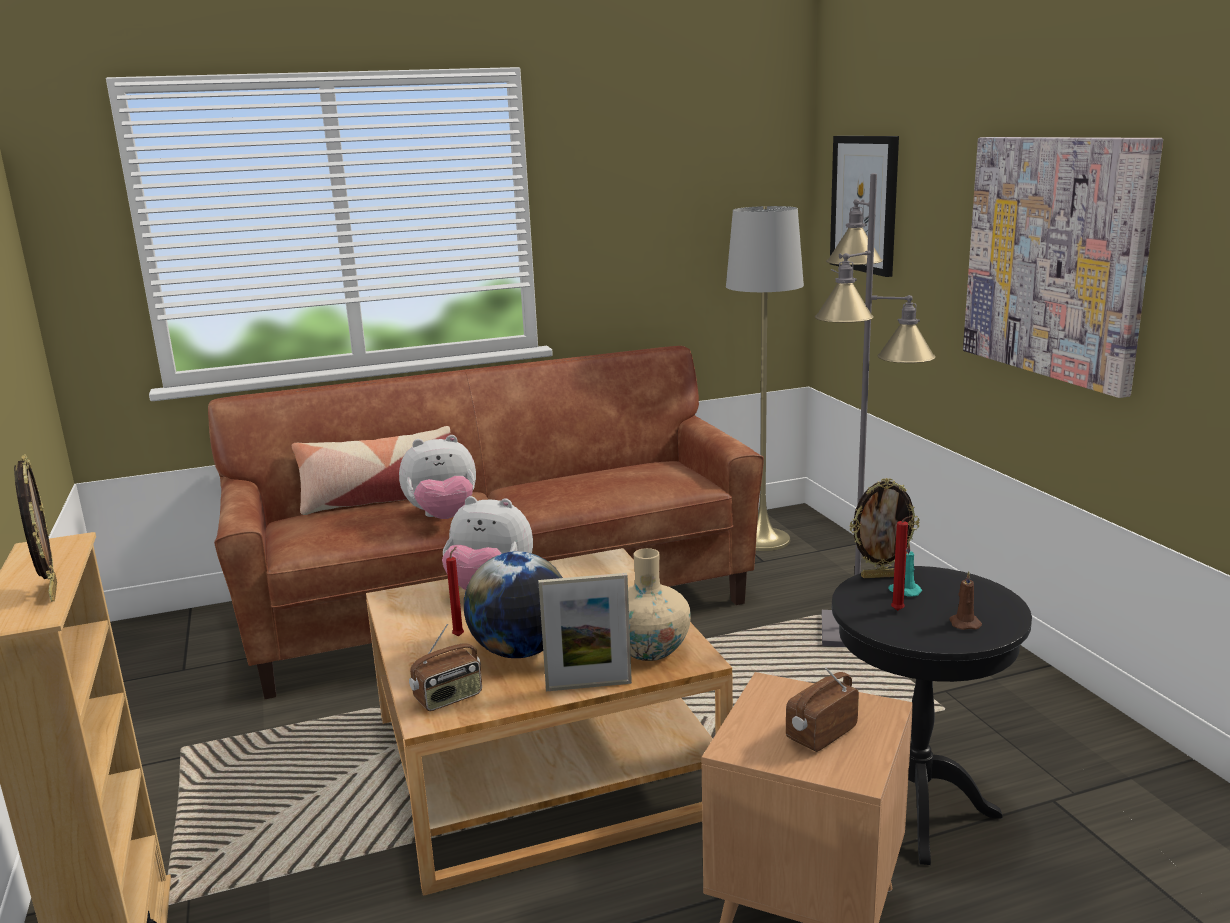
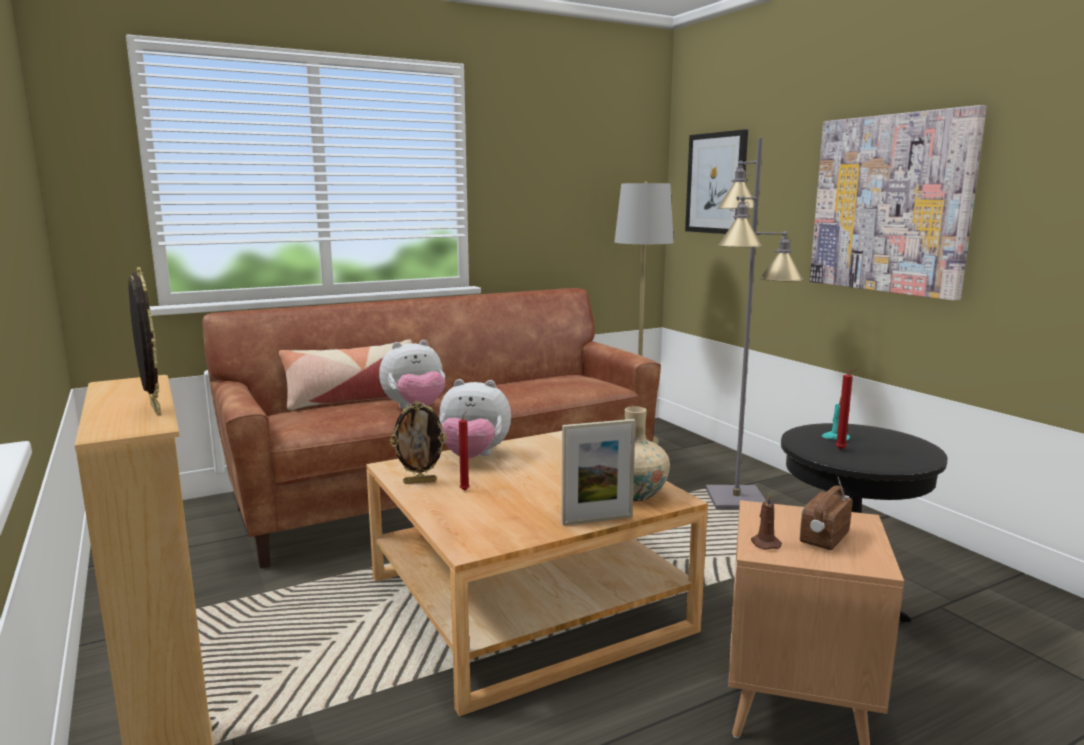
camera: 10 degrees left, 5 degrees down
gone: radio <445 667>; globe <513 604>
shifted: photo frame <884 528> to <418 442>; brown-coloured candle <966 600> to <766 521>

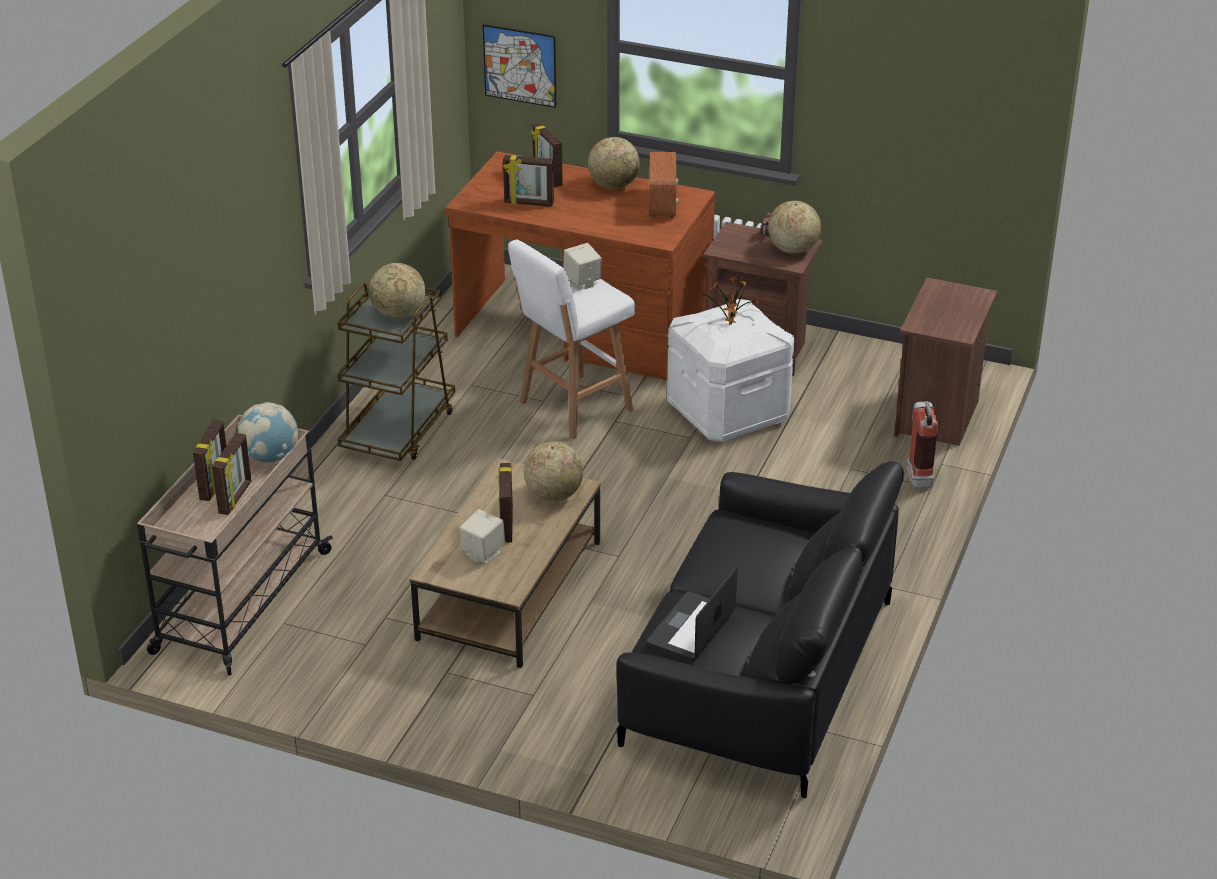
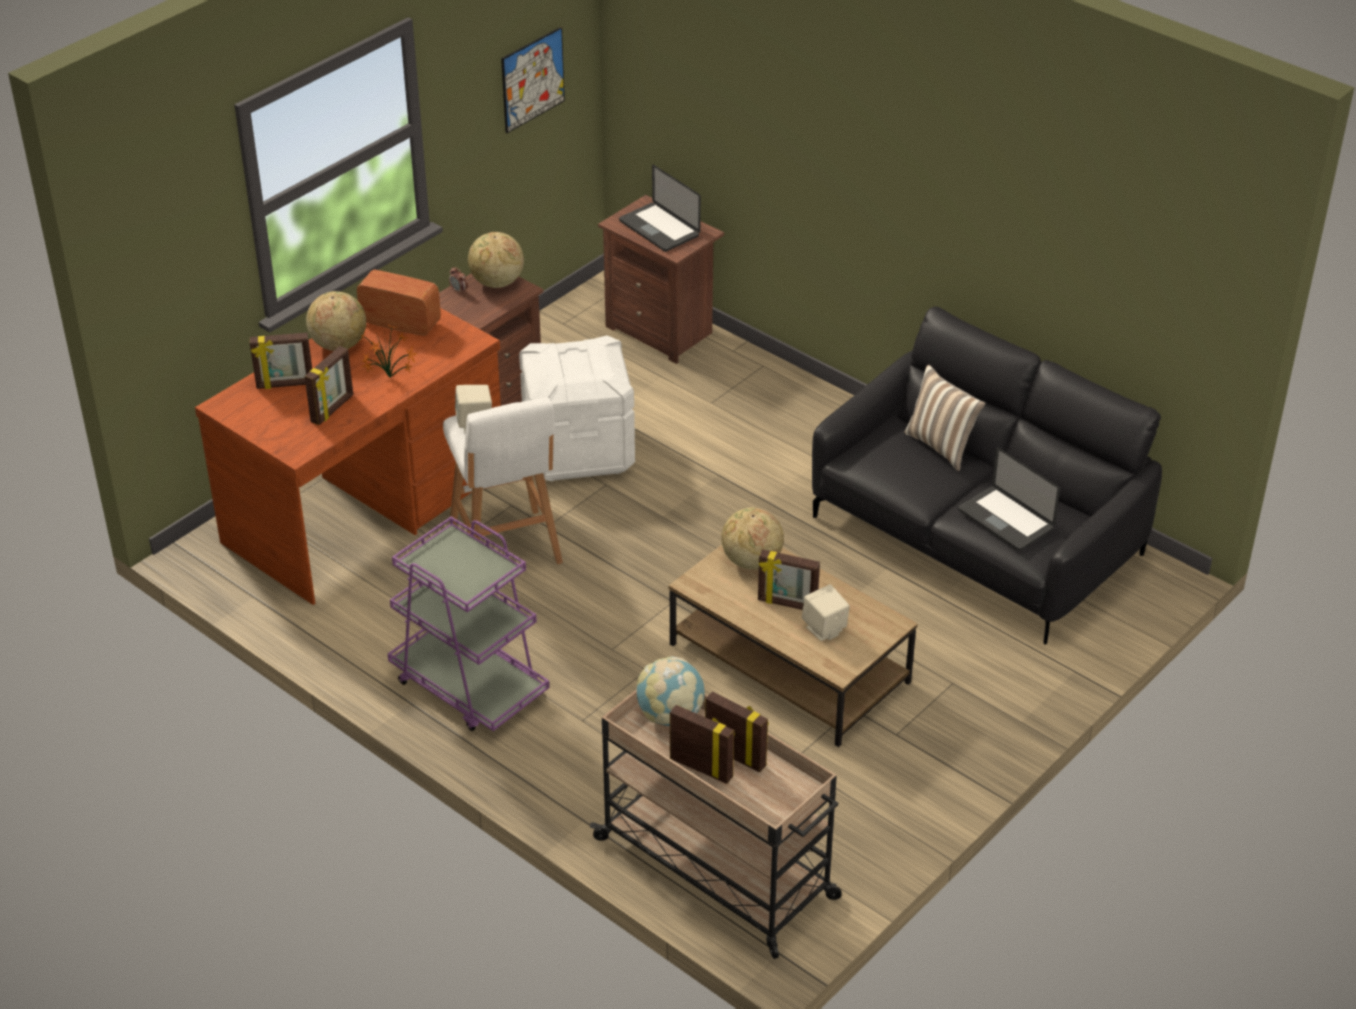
camera: 70 degrees left, 5 degrees up
gone: globe <397 291>; extinguisher <922 445>
new: laptop <660 208>; cushion <945 418>
shifted: picture <519 66> to <533 80>; houseplant <729 300> to <389 351>
repainted: brown-coloured trolley <396 371> to purple-coloured trolley <468 623>

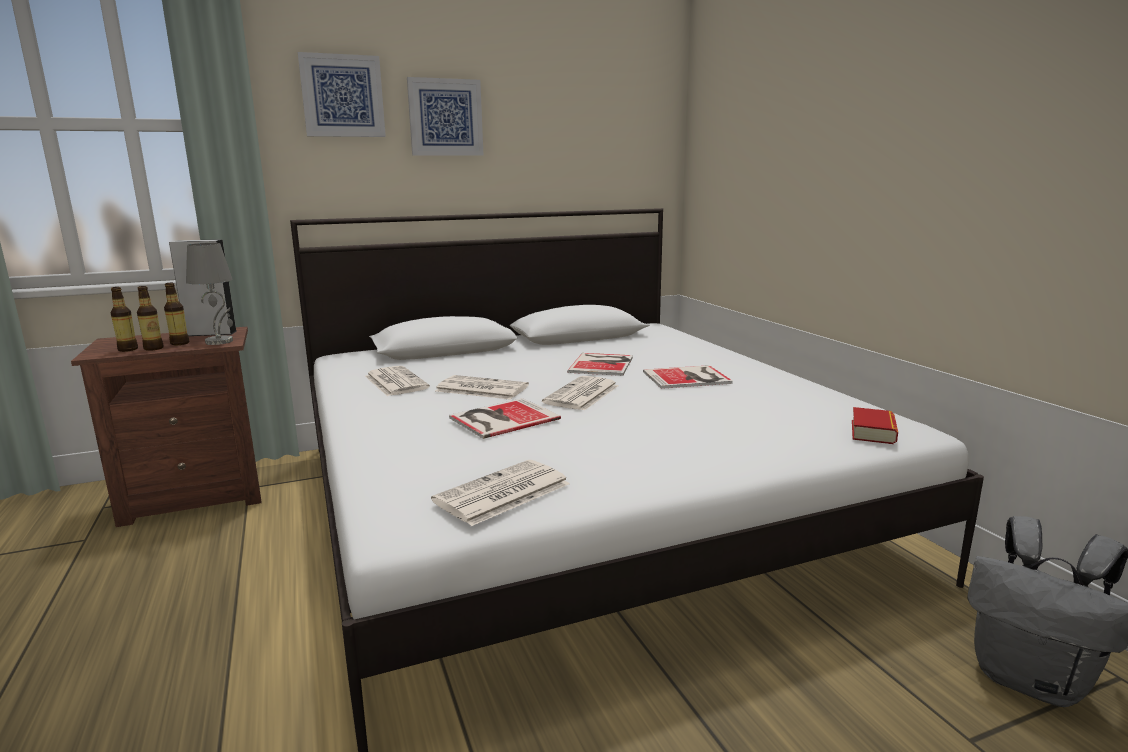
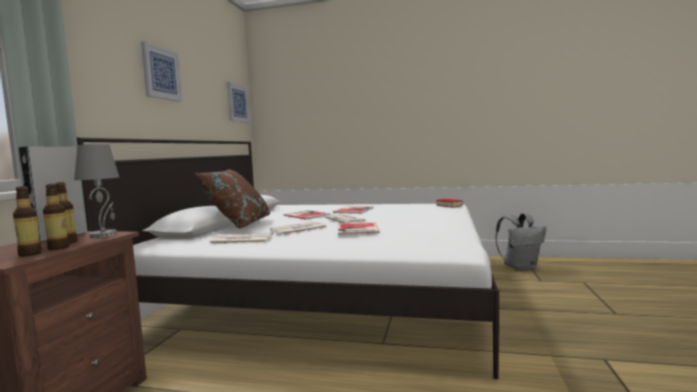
camera: 55 degrees left, 10 degrees down
gone: daily paper <500 493>
new: brown-coloured cushion <232 198>
shifted: picture <342 94> to <238 102>

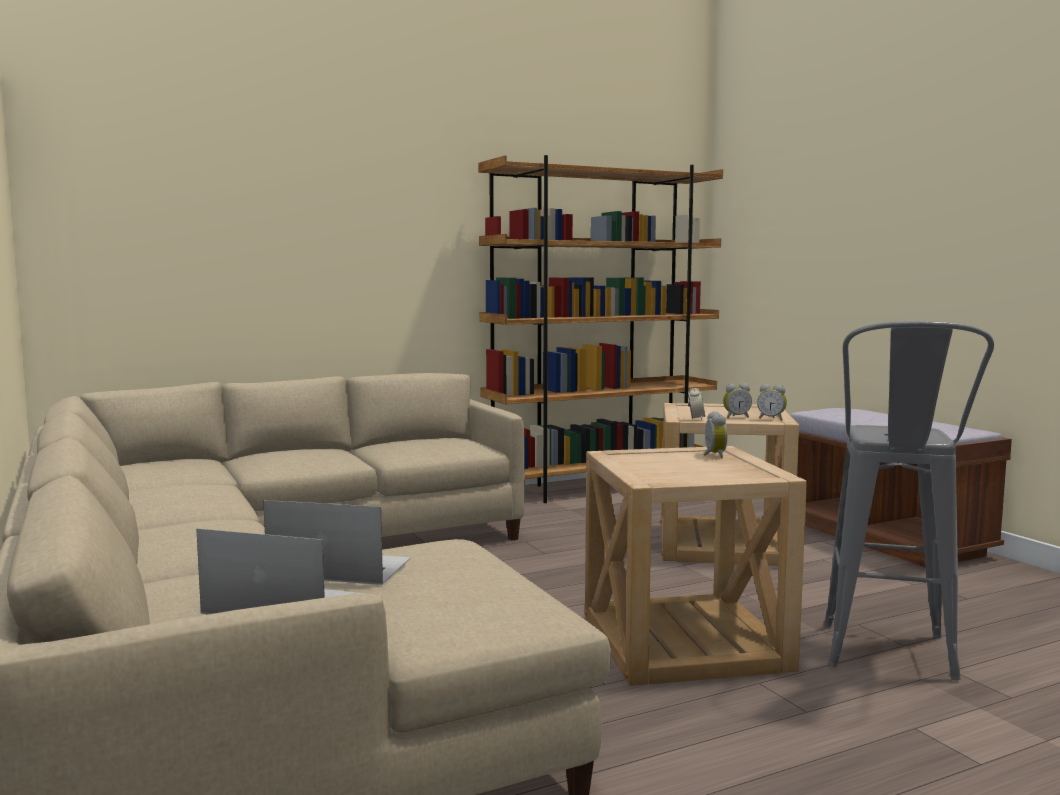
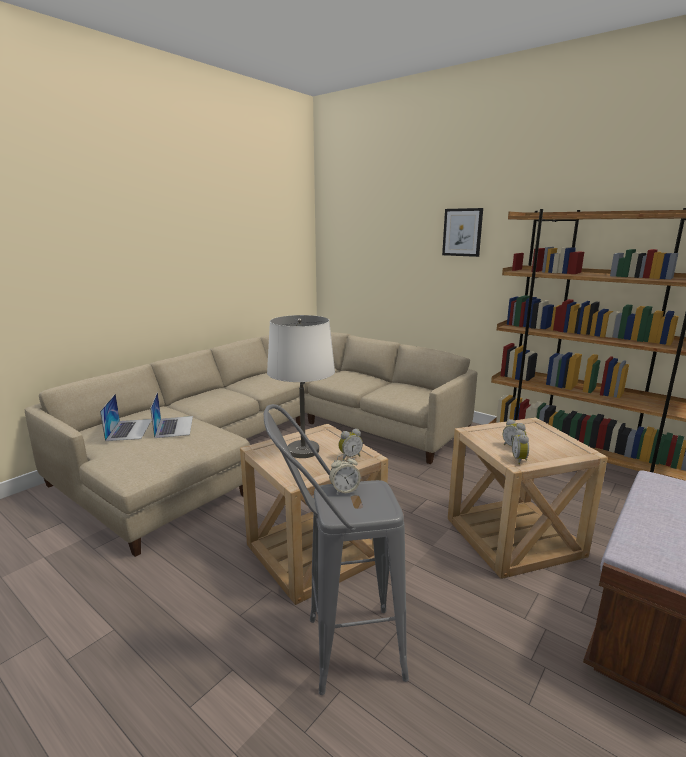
camera: 65 degrees right, 10 degrees up
new: white-coloured tabletop lamp <301 386>; picture <462 232>
shifted: bedside clock <696 401> to <345 474>

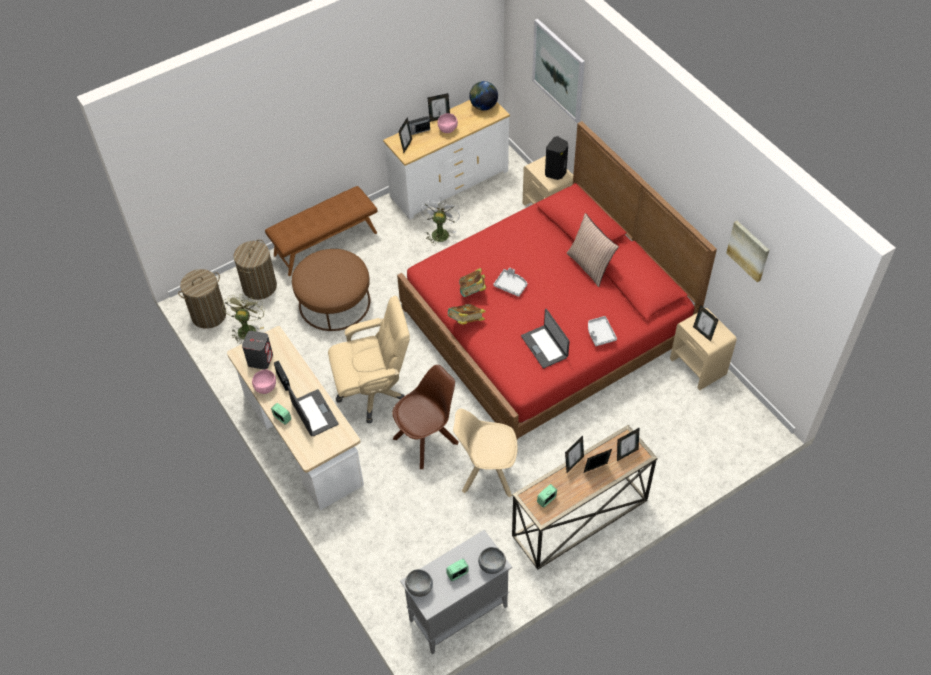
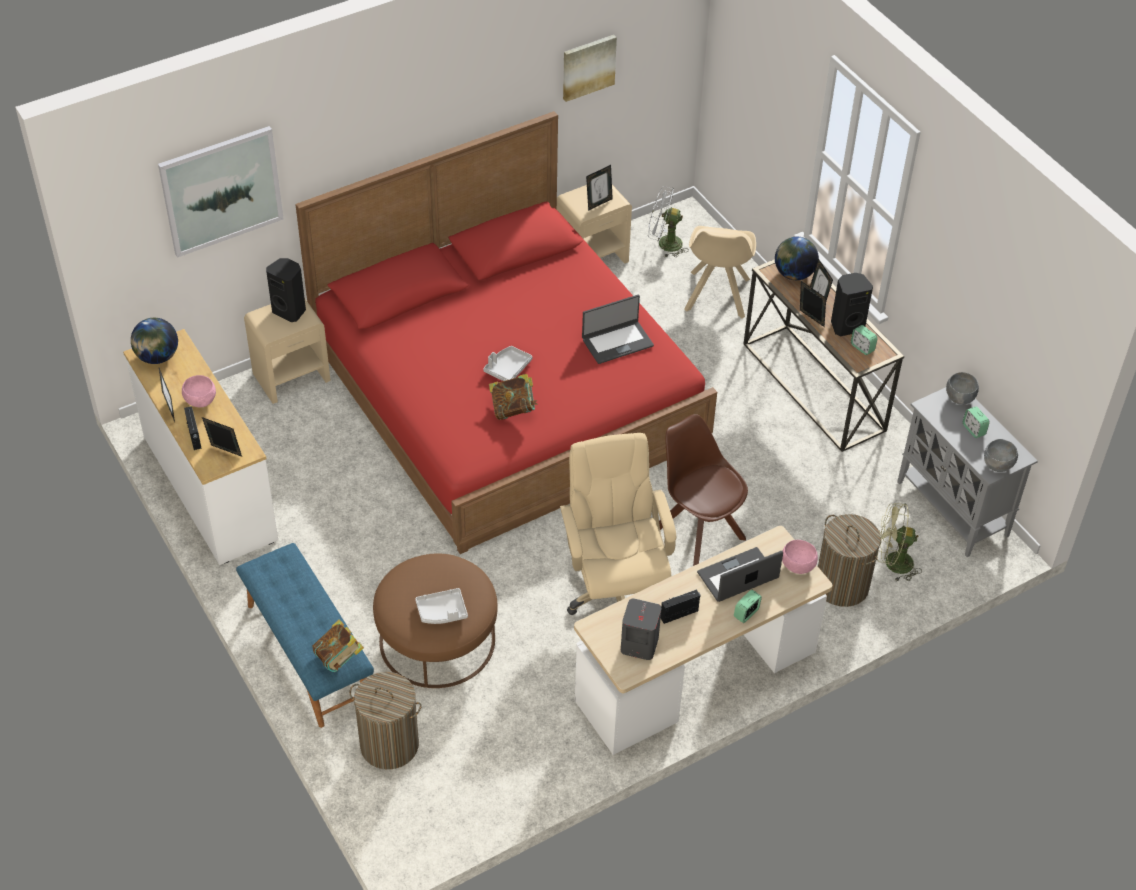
camera: 90 degrees left, 5 degrees down
gone: cushion <593 250>
new: black-coloured audio speaker <852 304>
shifted: hamper <202 299> to <849 560>; green-coloured electric fan <243 319> to <899 542>; pink serving bowl <264 382> to <800 557>; white-coloured electric fan <440 221> to <668 221>; bound book <466 314> to <338 645>; beige-coloured upright chair <485 453> to <720 272>; greyish carrying tray <602 331> to <441 606>
swapped: photo frame <628 444> to globe <797 258>
repainted: brown-coloured indoor bench <321 231> to blue indoor bench <305 635>

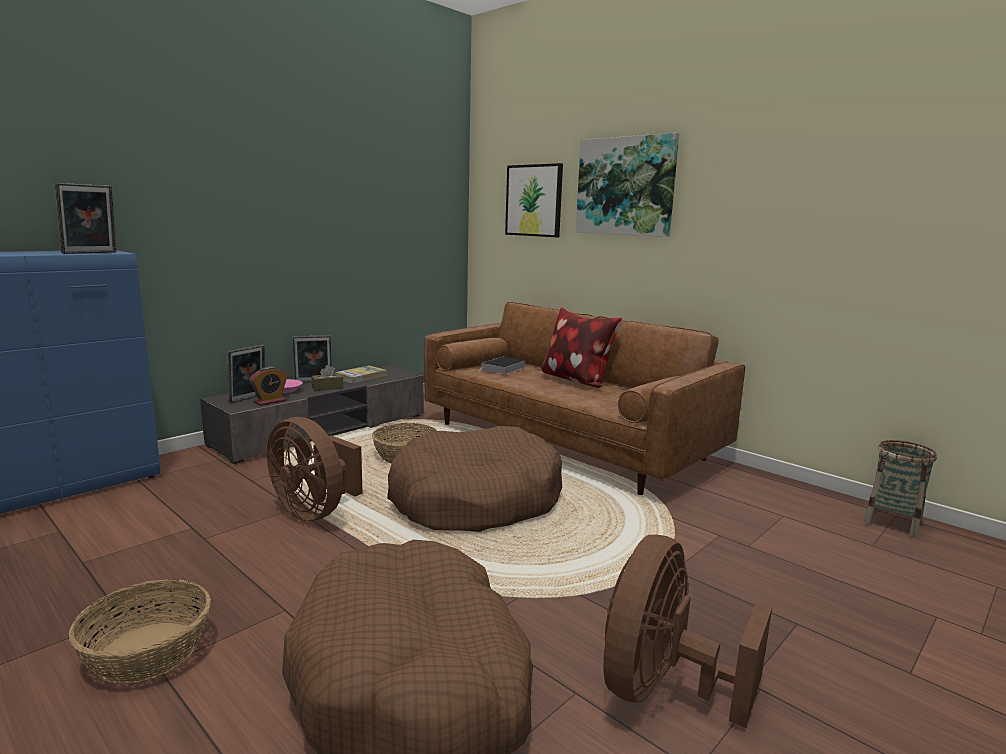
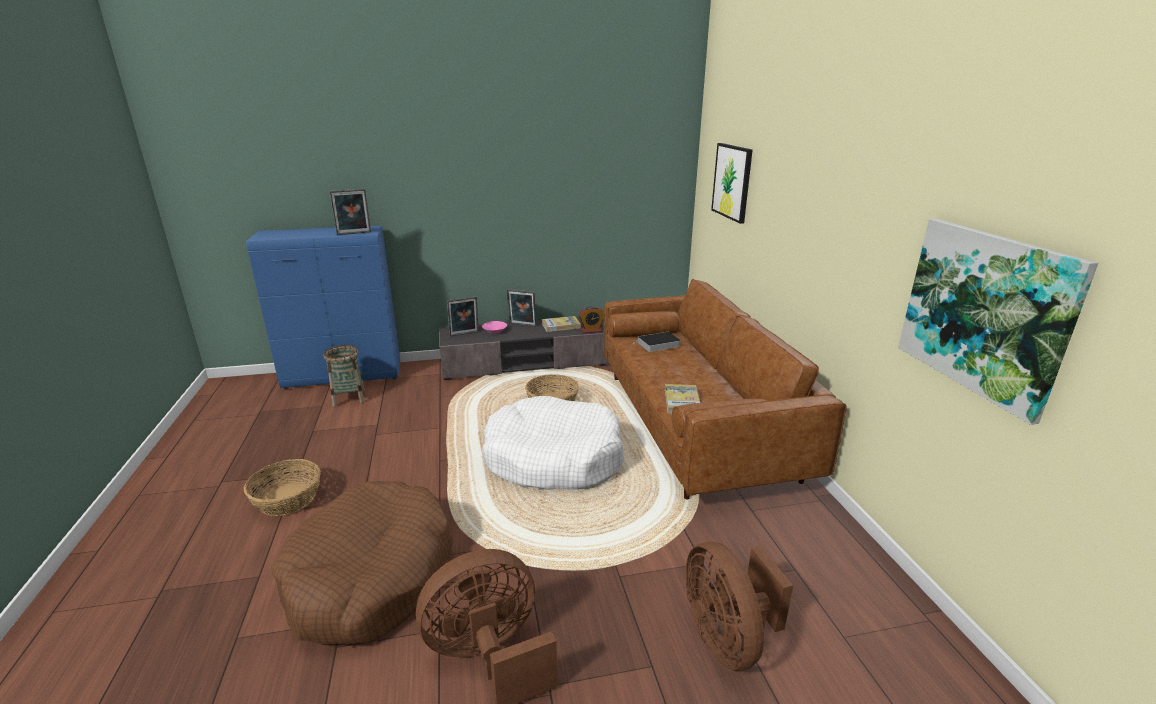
camera: 35 degrees right, 10 degrees up
gone: brown-coloured tissue box <327 378>; cushion <582 347>
new: bound book <682 399>
shifted: bedside clock <268 386> to <591 319>; brown-coloured electric fan <315 469> to <739 606>; picture <627 185> to <998 322>; storage basket <900 489> to <344 376>
repainted: brown-coloured dog bed <474 479> to white-coloured dog bed <553 443>

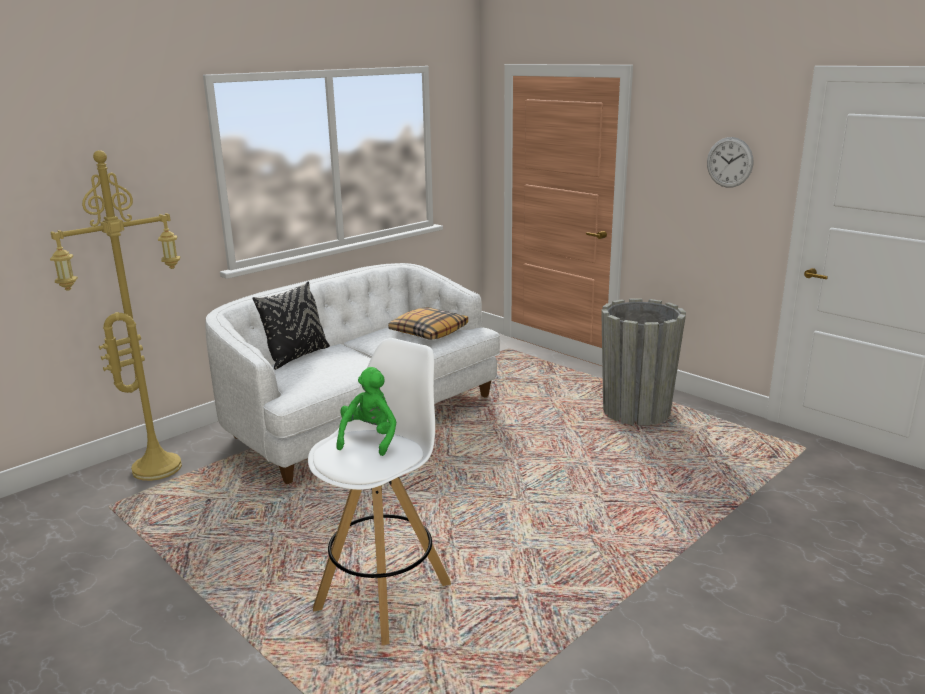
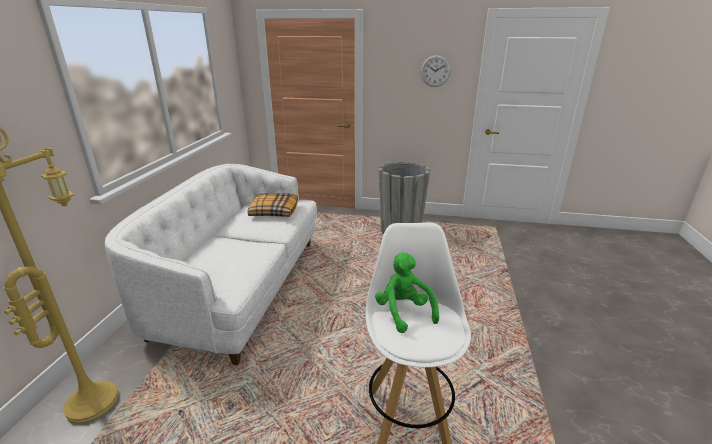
camera: 35 degrees left, 5 degrees up
gone: black-coloured cushion <291 325>

